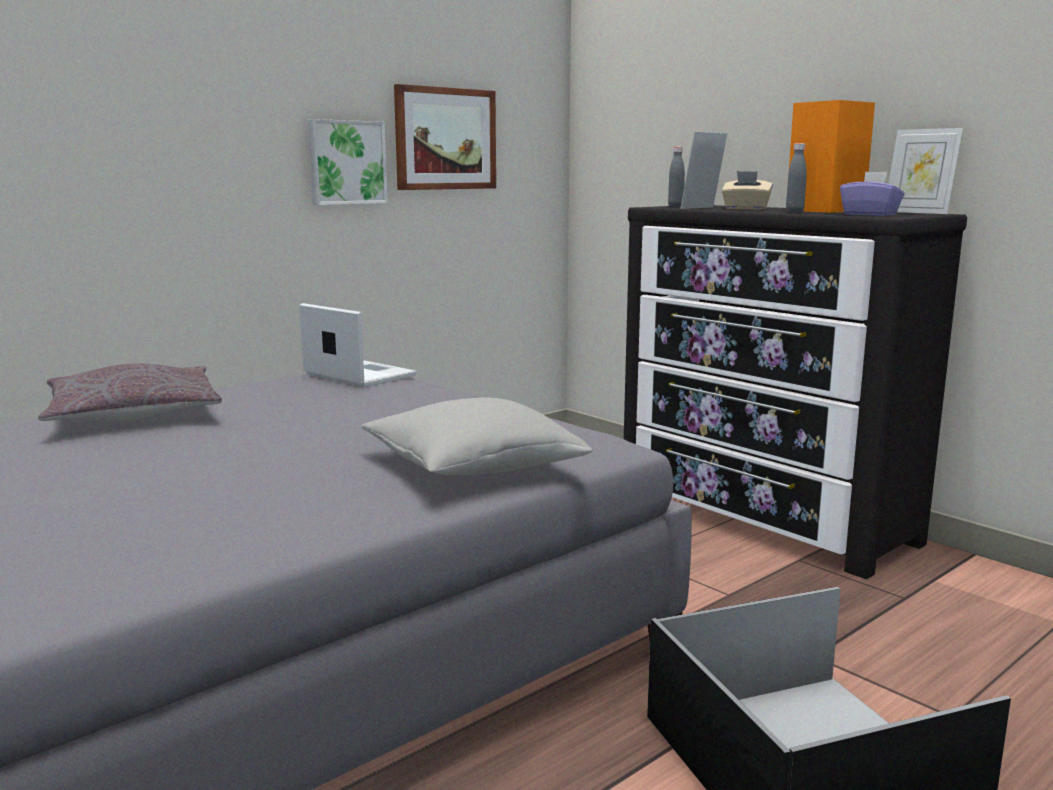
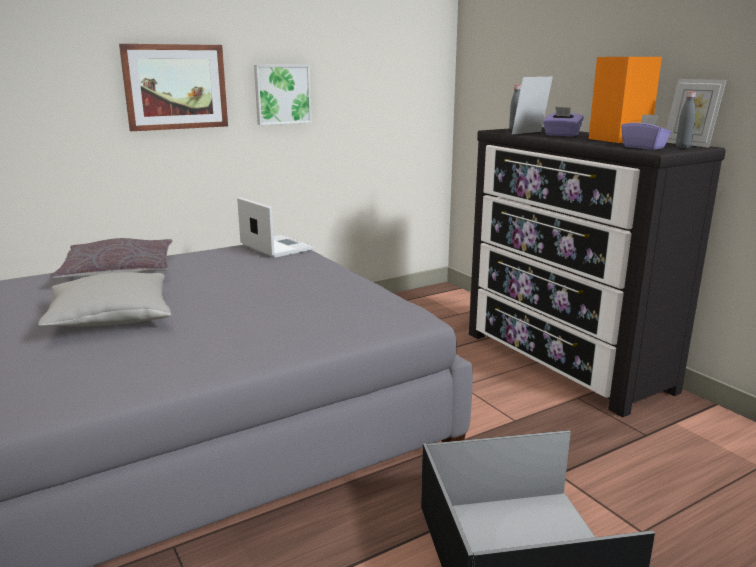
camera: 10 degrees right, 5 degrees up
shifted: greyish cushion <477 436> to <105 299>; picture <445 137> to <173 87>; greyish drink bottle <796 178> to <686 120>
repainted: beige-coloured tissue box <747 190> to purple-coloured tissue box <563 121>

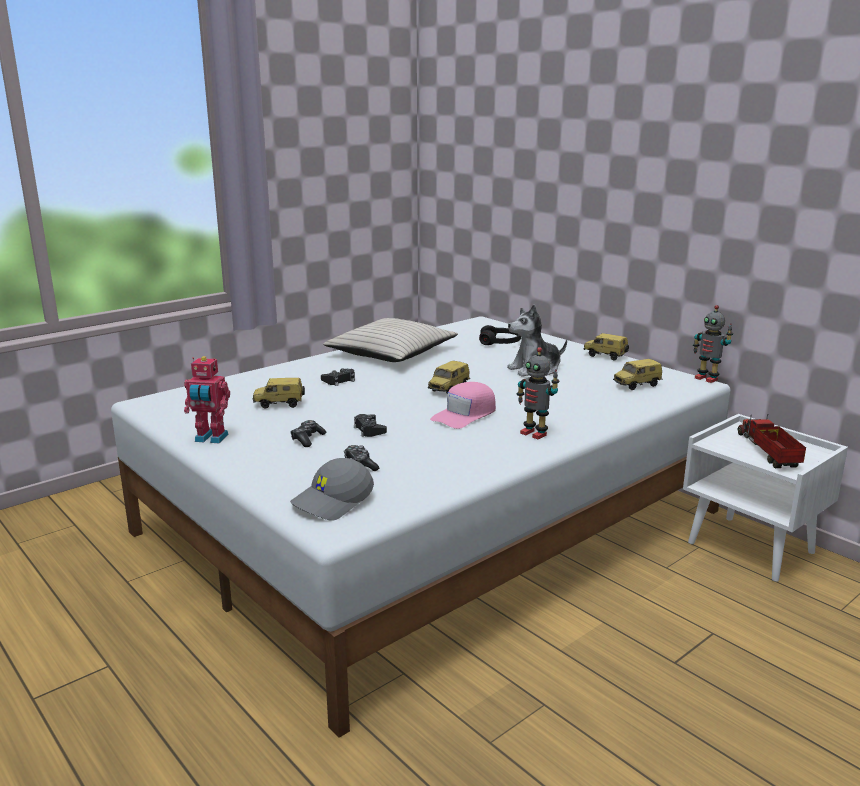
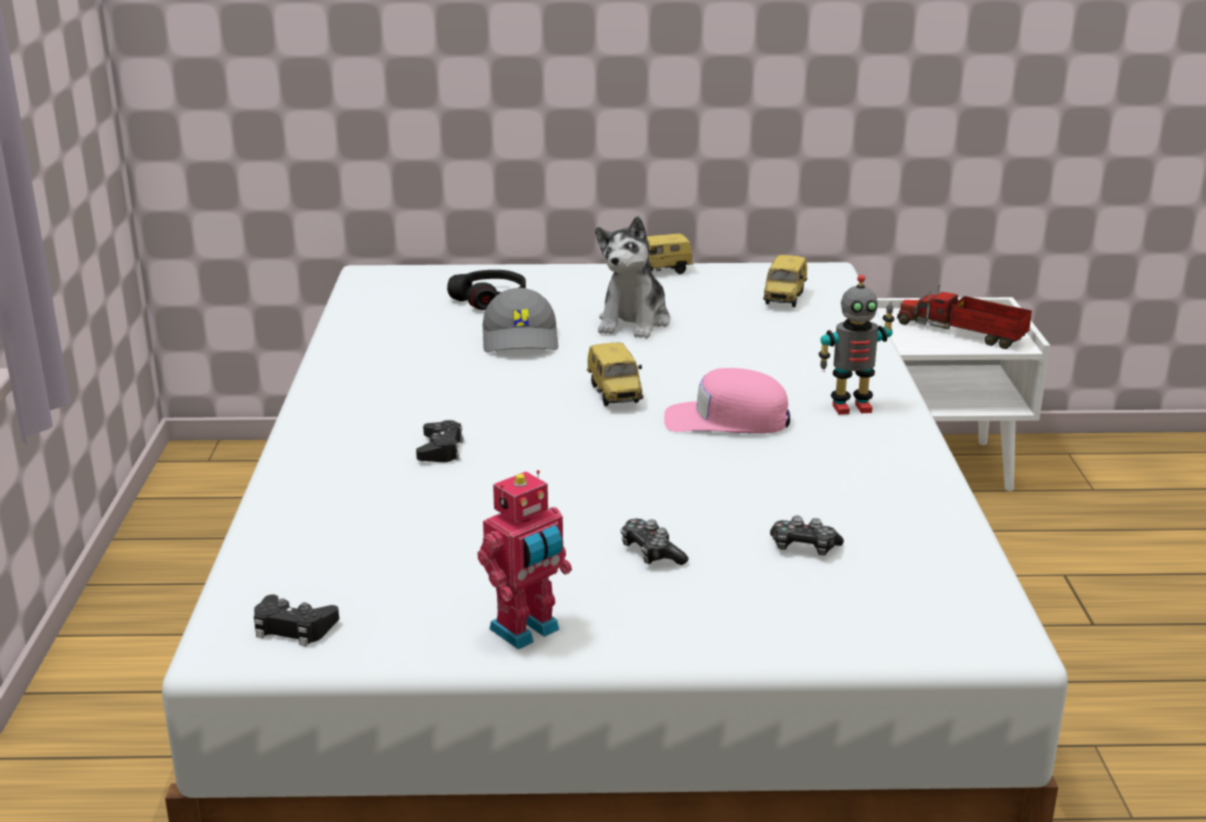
camera: 50 degrees left, 5 degrees up
gone: miniature car <279 393>; beige-coloured cushion <390 340>; model robot <713 344>
shifted: greyish cap <332 489> to <520 320>; black-coloured game controller <370 425> to <296 621>
rotated: pink cap <463 405> = <727 401> 105 degrees clockwise

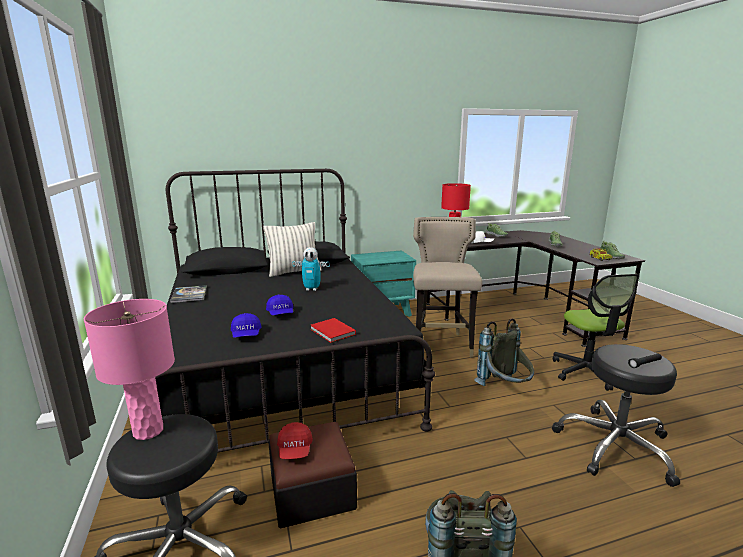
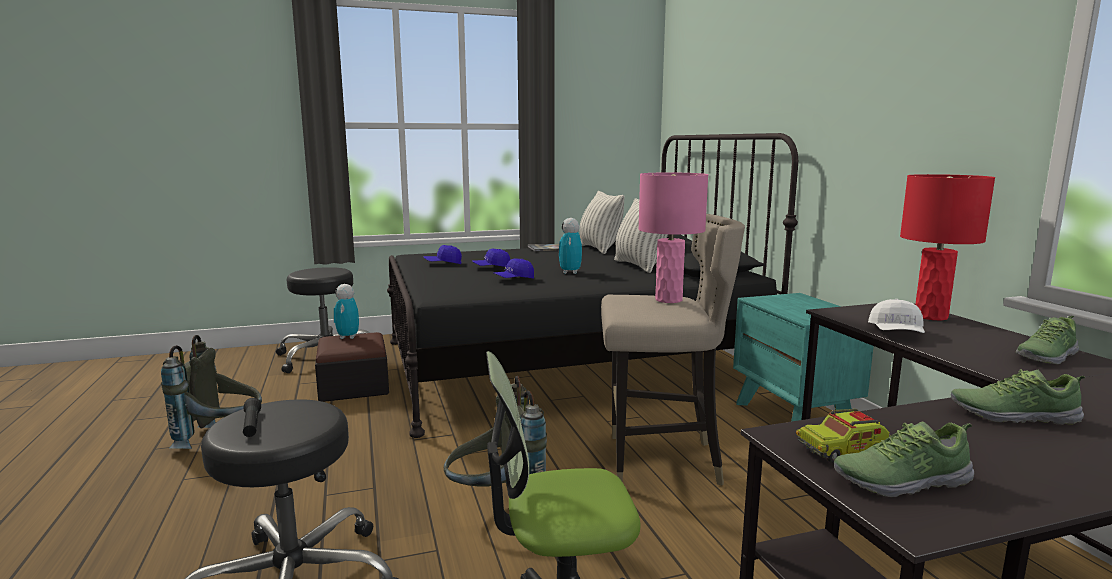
camera: 90 degrees right, 5 degrees down
gone: red bound book <333 330>
new: blue cap <514 269>; cushion <602 222>
shifted: pink tabletop lamp <129 369> to <673 238>
swapped: red cap <295 440> to model robot <346 311>

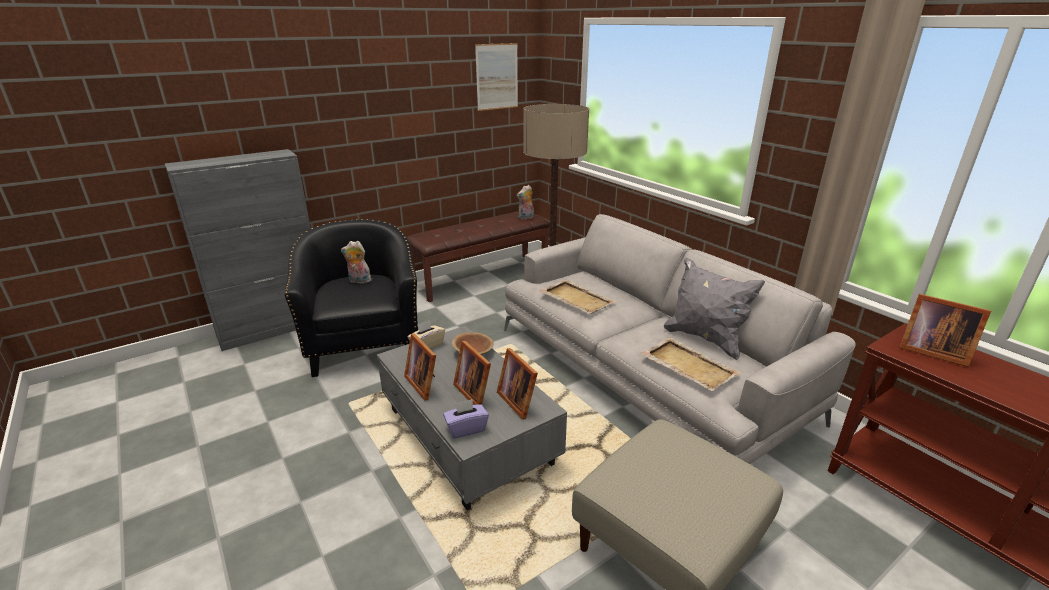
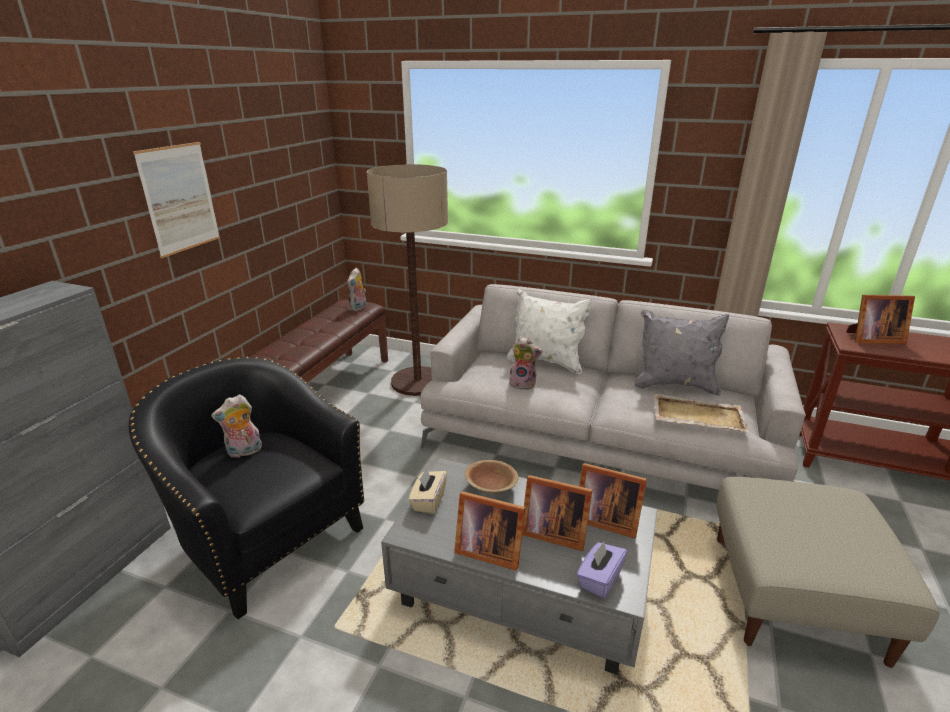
camera: 35 degrees left, 0 degrees up
new: white-coloured cushion <550 331>
shifted: picture <496 77> to <176 200>
swapped: beige-coloured carrying tray <578 296> to cuddly toy <525 363>

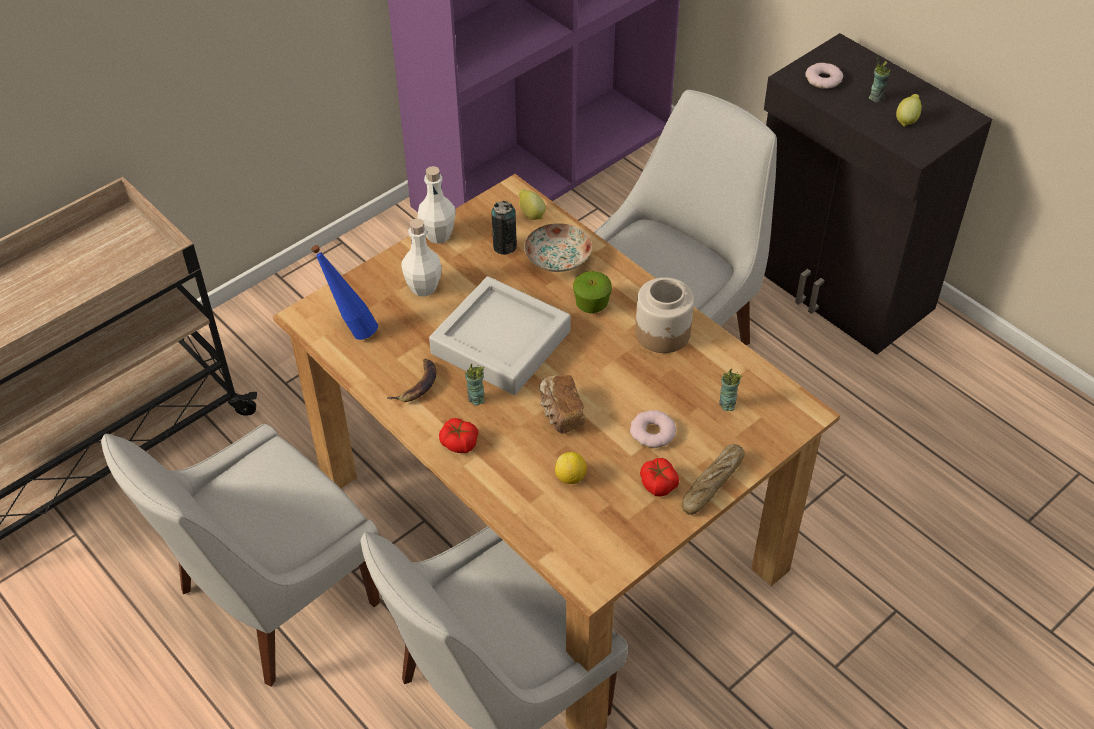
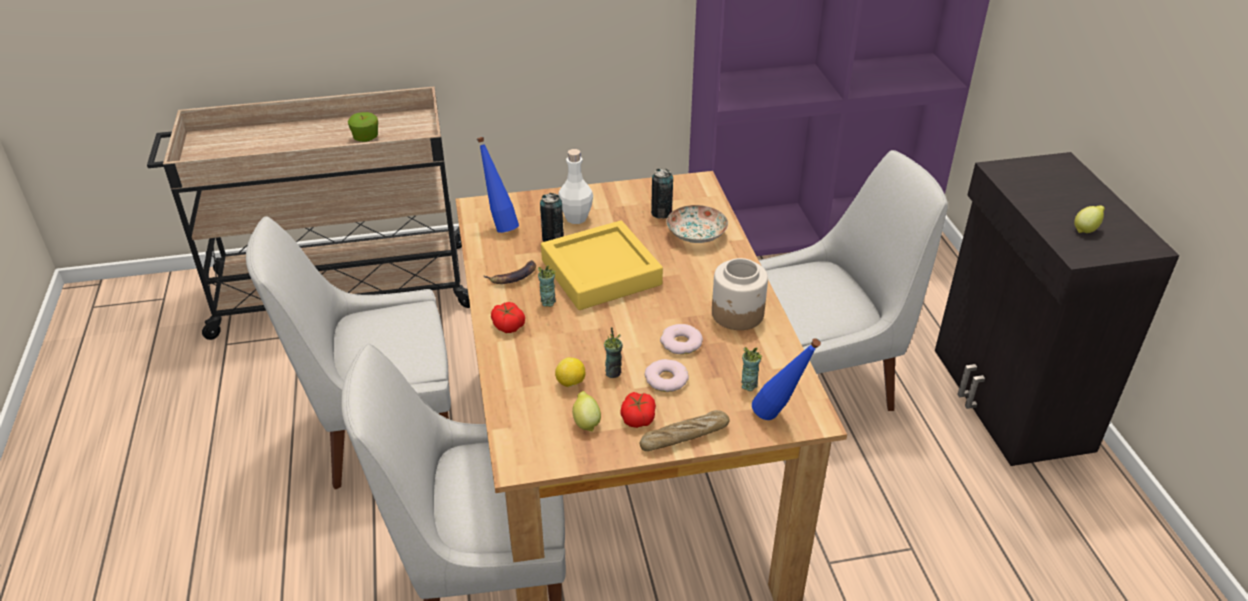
camera: 30 degrees right, 10 degrees down
gone: white-coloured drink bottle <436 205>; bakery bread <562 404>
new: metal can <552 217>; blue drink bottle <786 379>
shifted: whole lemon <532 204> to <586 411>; apple <592 292> to <363 127>; doughnut <824 76> to <681 339>; cup <879 80> to <613 352>
repainted: greyish carrying tray <500 335> to yellow carrying tray <602 265>

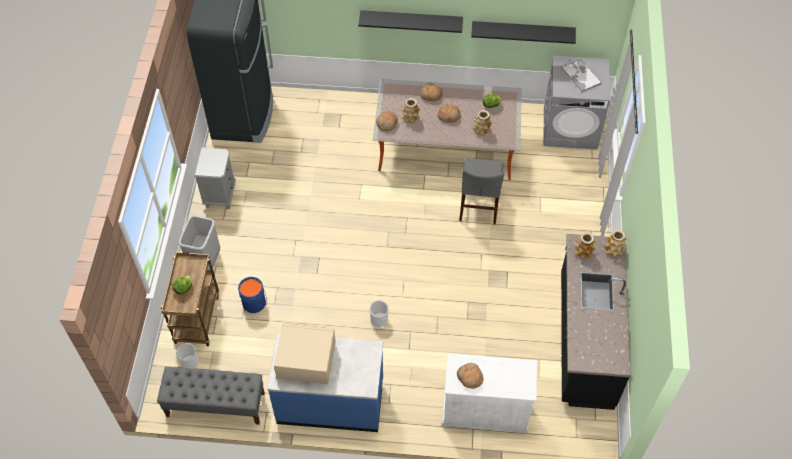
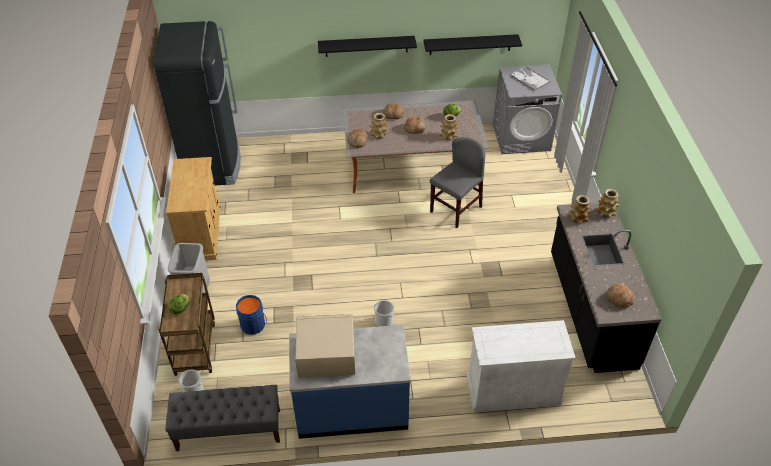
camera: 10 degrees left, 10 degrees down
shifted: bakery bread <470 376> to <620 295>
swapped: greyish bedside table <215 178> to beige-coloured storage cabinet <193 209>
rotated: greyish upright chair <481 191> = <458 182> 135 degrees counterclockwise

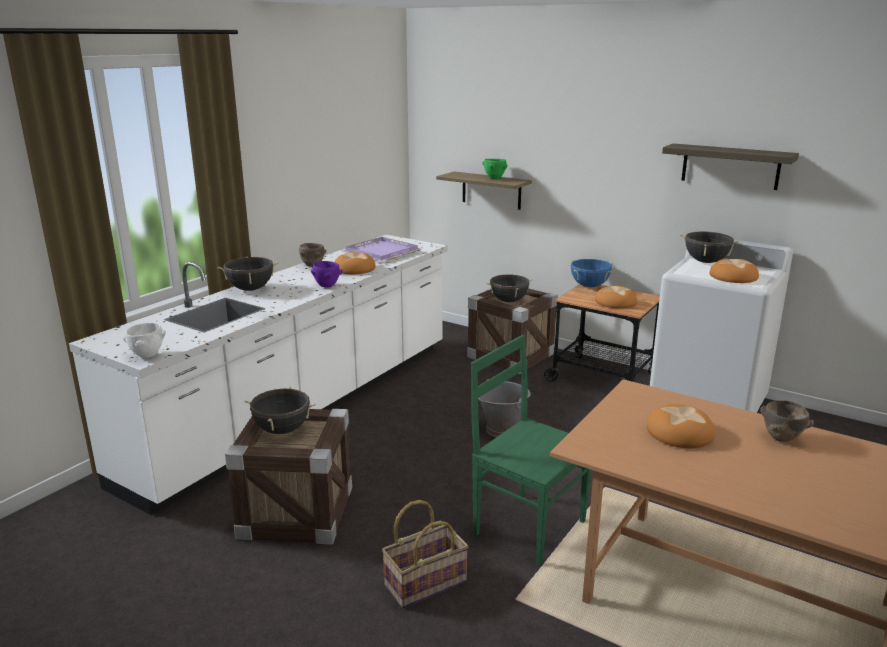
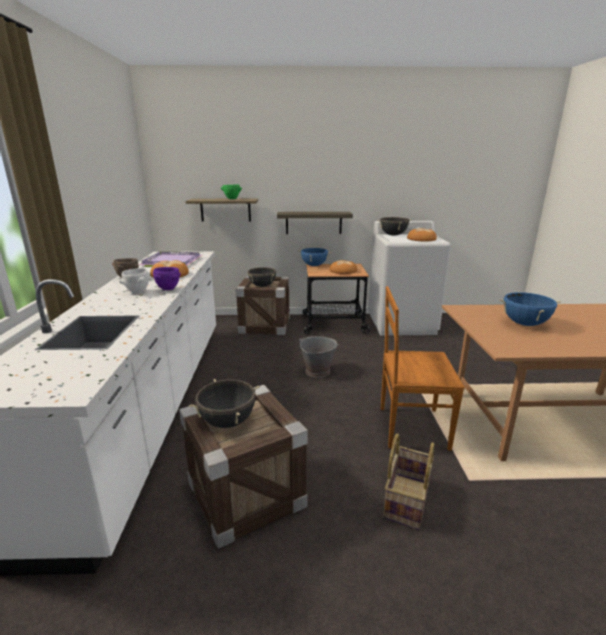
camera: 35 degrees left, 0 degrees up
gone: black-coloured saucepot <248 274>; brown-coloured serving bowl <787 421>
shifted: white-coloured serving bowl <144 340> to <134 280>; bracket shelf <730 167> to <315 223>
swapped: bakery bread <681 426> to blue saucepot <530 309>
repainted: green-coloured upright chair <531 450> to brown-coloured upright chair <423 368>

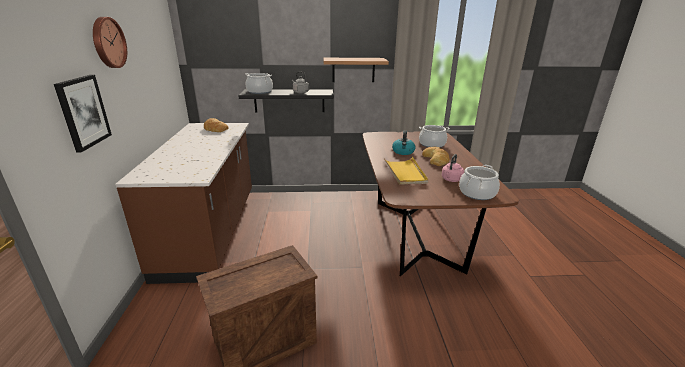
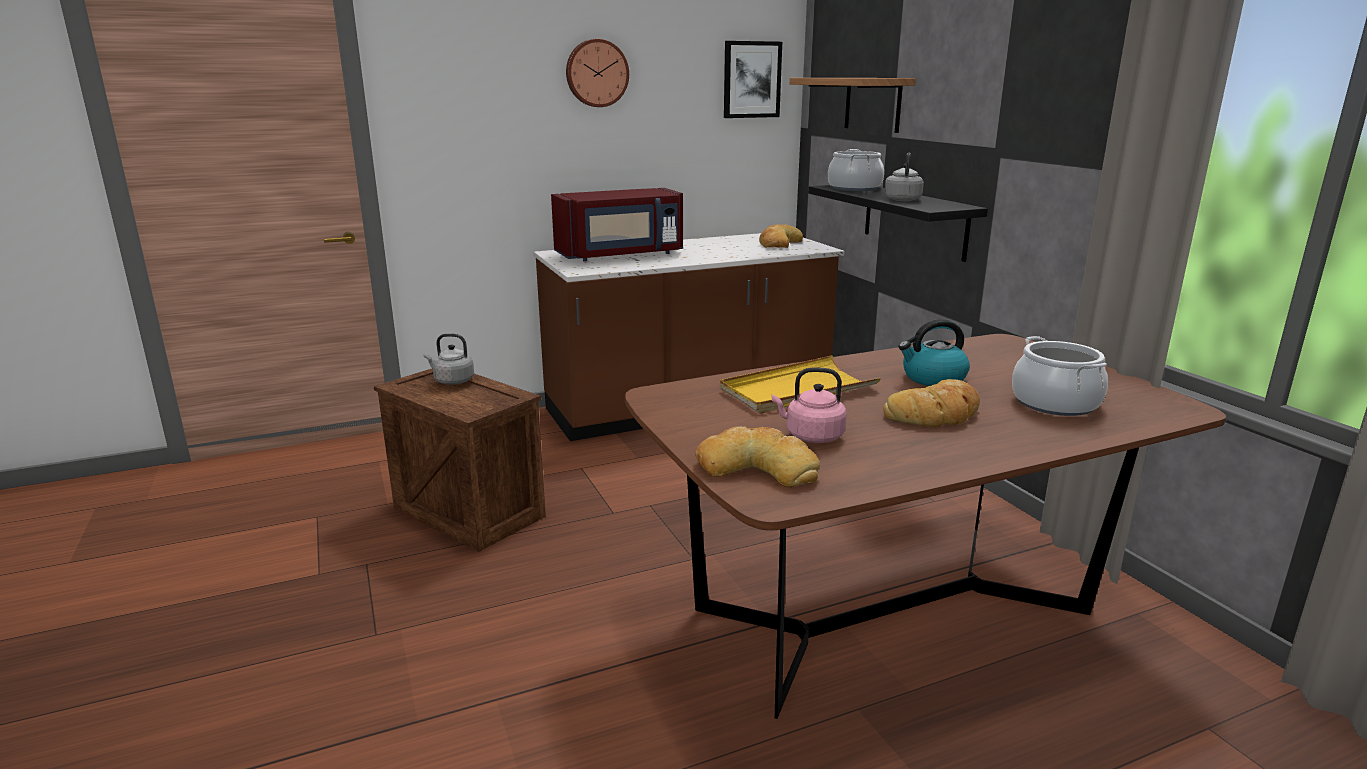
camera: 70 degrees right, 5 degrees down
new: greyish water kettle <448 359>; red microwave <617 225>
shifted: picture <83 114> to <753 79>; bracket shelf <356 70> to <853 105>
swapped: saucepot <479 182> to bakery bread <757 456>

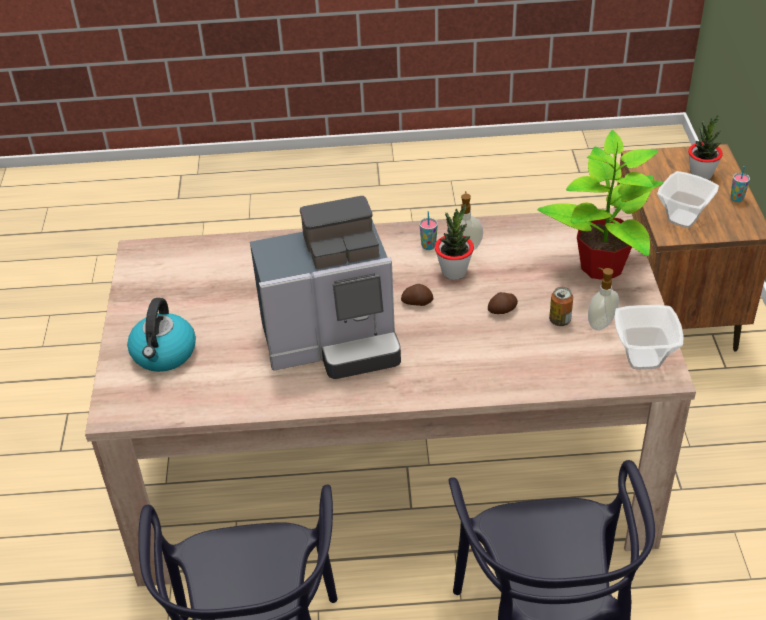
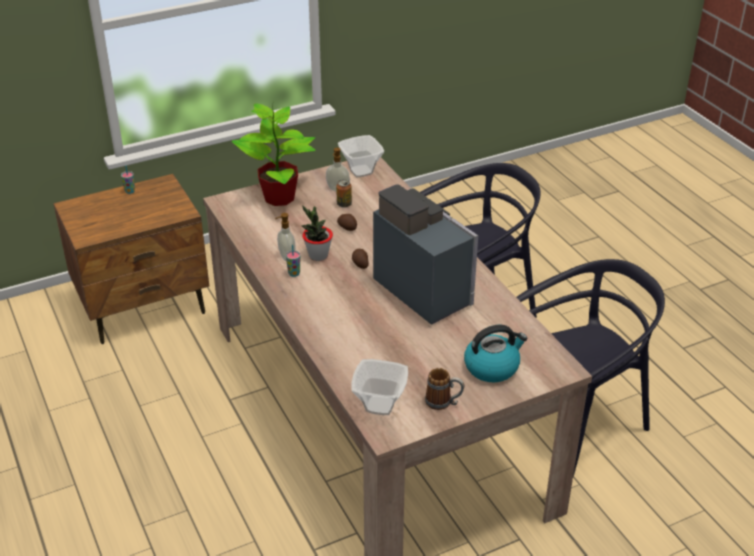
camera: 115 degrees left, 5 degrees down
gone: houseplant <705 147>
new: mug <444 389>
shifted: serving bowl <688 199> to <379 387>

